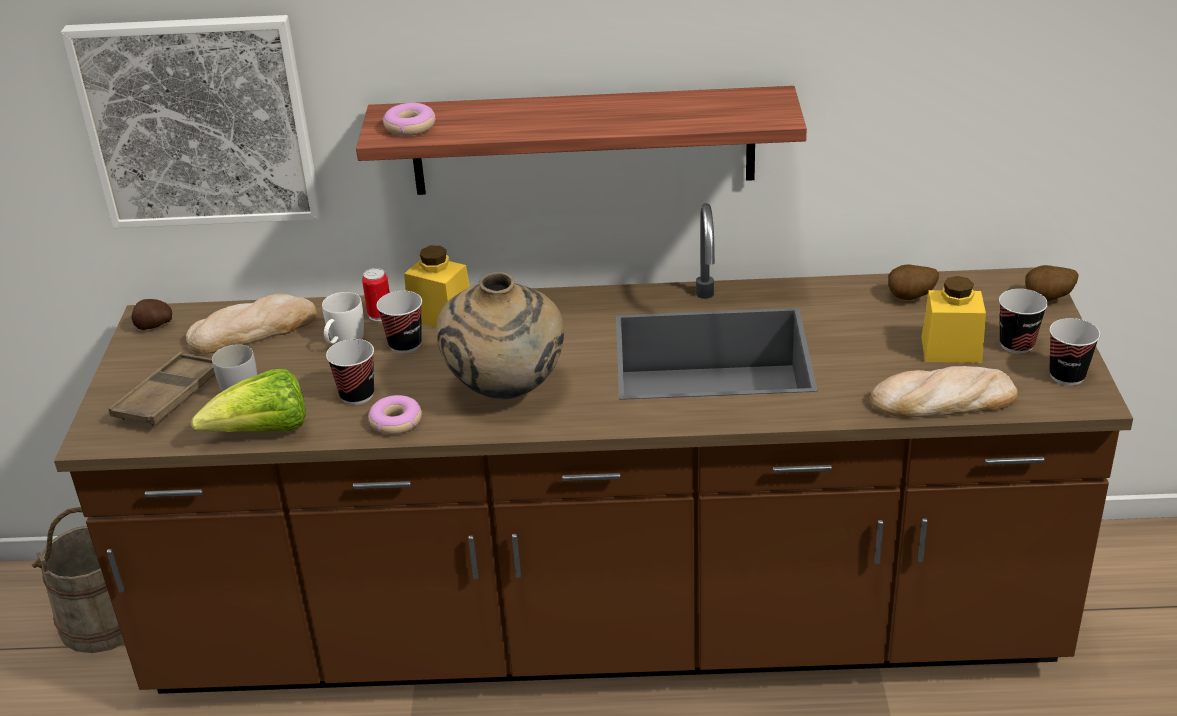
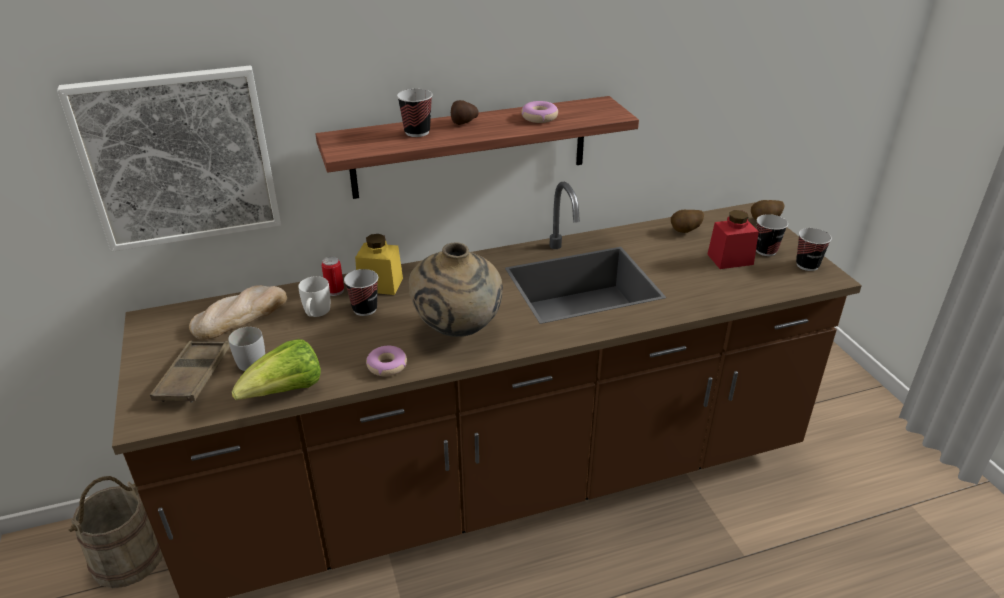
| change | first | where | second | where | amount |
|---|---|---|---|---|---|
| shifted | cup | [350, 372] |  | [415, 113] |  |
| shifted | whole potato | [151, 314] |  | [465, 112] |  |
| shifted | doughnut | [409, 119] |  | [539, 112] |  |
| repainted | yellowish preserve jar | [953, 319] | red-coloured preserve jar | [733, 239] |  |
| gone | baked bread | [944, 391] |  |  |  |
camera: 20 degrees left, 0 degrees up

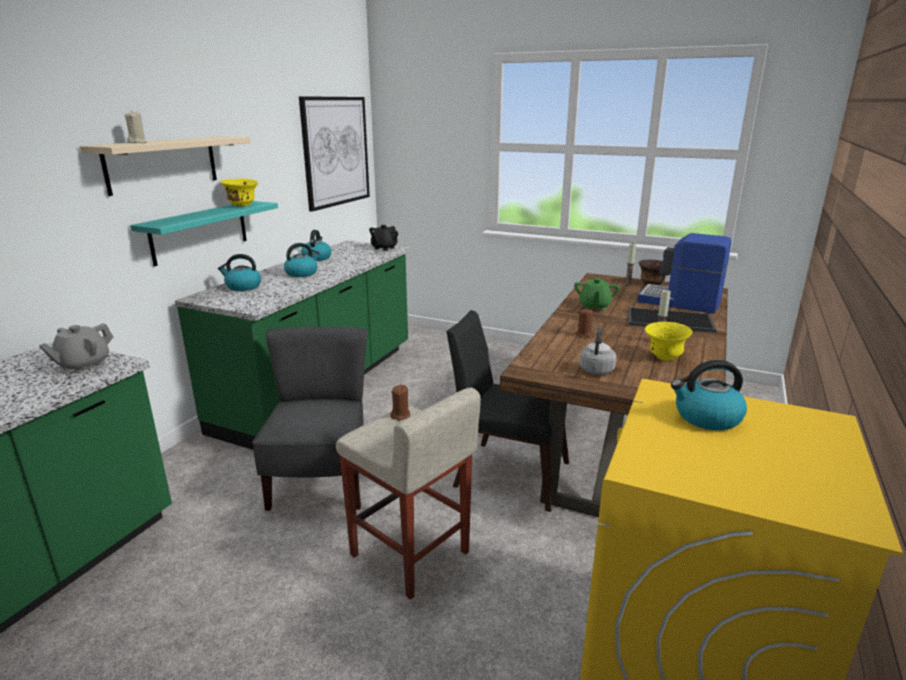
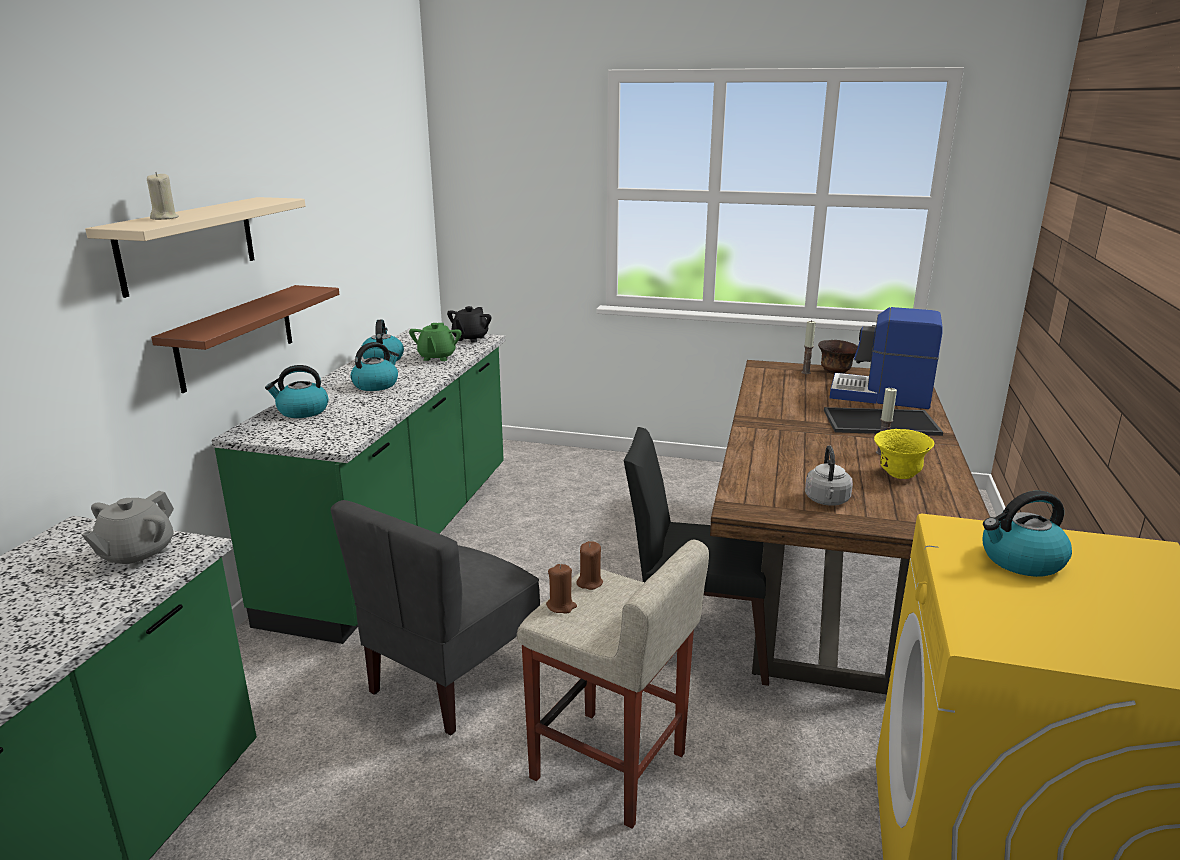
| change | first | where | second | where | amount |
|---|---|---|---|---|---|
| repainted | turquoise-coloured wall shelf | [204, 234] | brown wall shelf | [245, 339] |  |
| rotated | grey chair | [309, 419] |  | [435, 617] | 135 degrees counterclockwise |
| shifted | green-coloured teapot | [597, 294] |  | [435, 342] |  |
| shifted | brown candle | [584, 323] |  | [561, 588] |  |
| gone | yellowish serving bowl | [239, 192] |  |  |  |
| gone | picture | [334, 154] |  |  |  |
camera: 10 degrees left, 0 degrees up

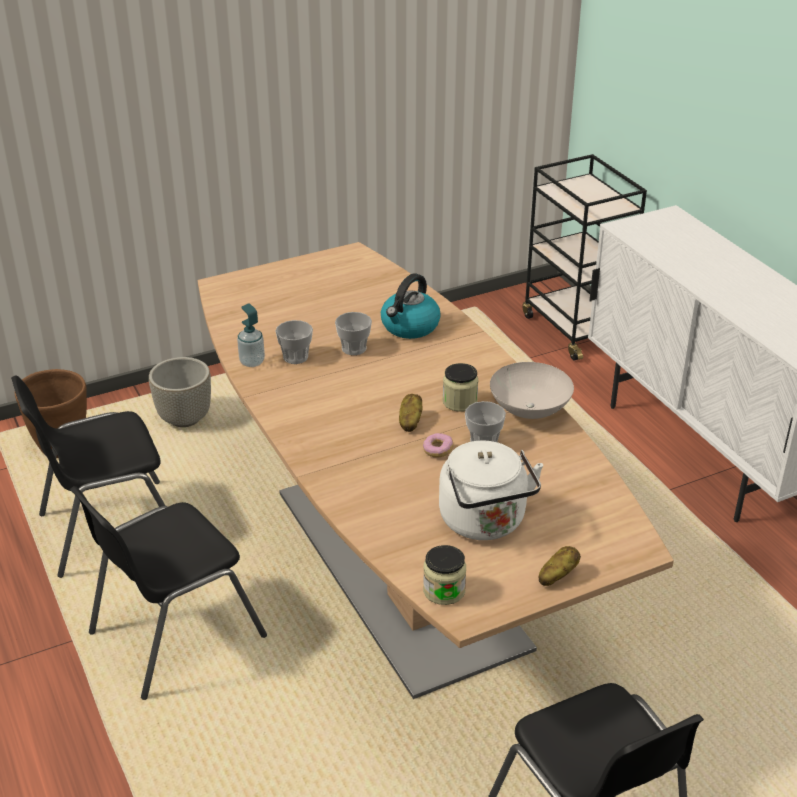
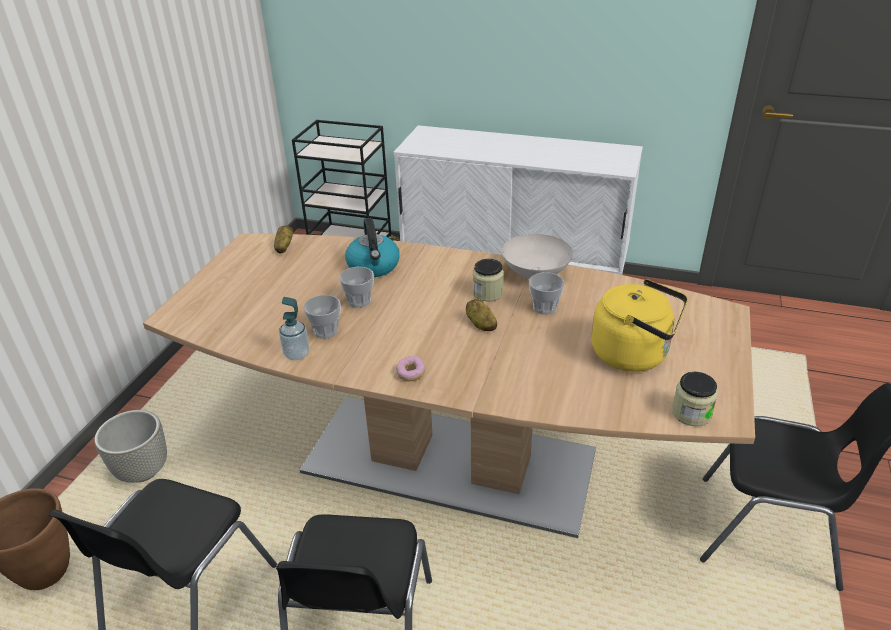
| change | first | where | second | where | amount |
|---|---|---|---|---|---|
| shifted | whole potato | [559, 566] |  | [283, 239] |  |
| shifted | doughnut | [438, 445] |  | [410, 368] |  |
| repainted | white-coloured tea kettle | [491, 490] | yellowish tea kettle | [639, 325] |  |
camera: 45 degrees left, 0 degrees up

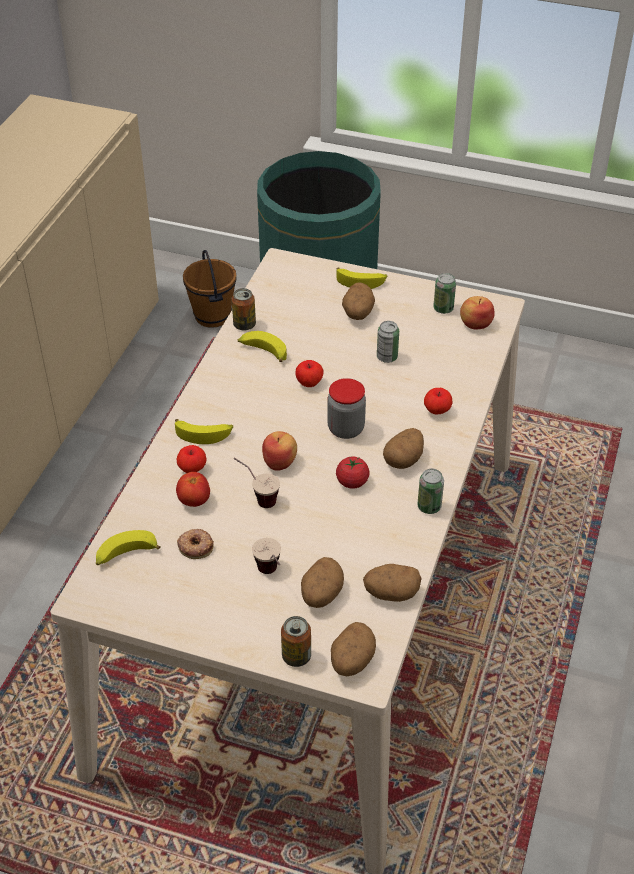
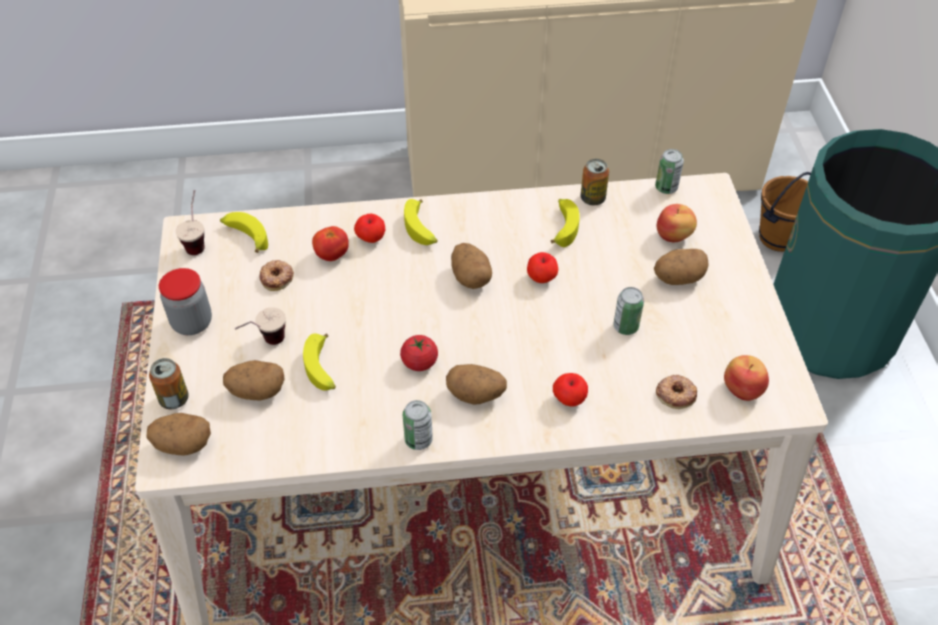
| change | first | where | second | where | amount |
|---|---|---|---|---|---|
| shifted | preserve jar | [346, 408] |  | [185, 301] |  |
| shifted | cup | [256, 483] |  | [190, 222] |  |
| shifted | whole banana | [361, 278] |  | [319, 362] |  |
| shifted | whole potato | [392, 583] |  | [471, 266] |  |
| shifted | metal can | [444, 293] |  | [669, 171] |  |
| new |  |  | doughnut | [676, 392] |  |
| shifted | whole apple | [279, 451] |  | [677, 223] |  |
camera: 65 degrees right, 5 degrees up

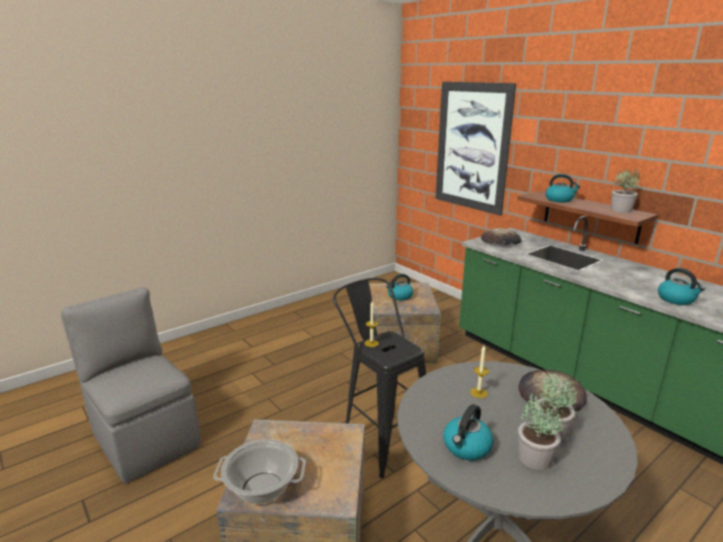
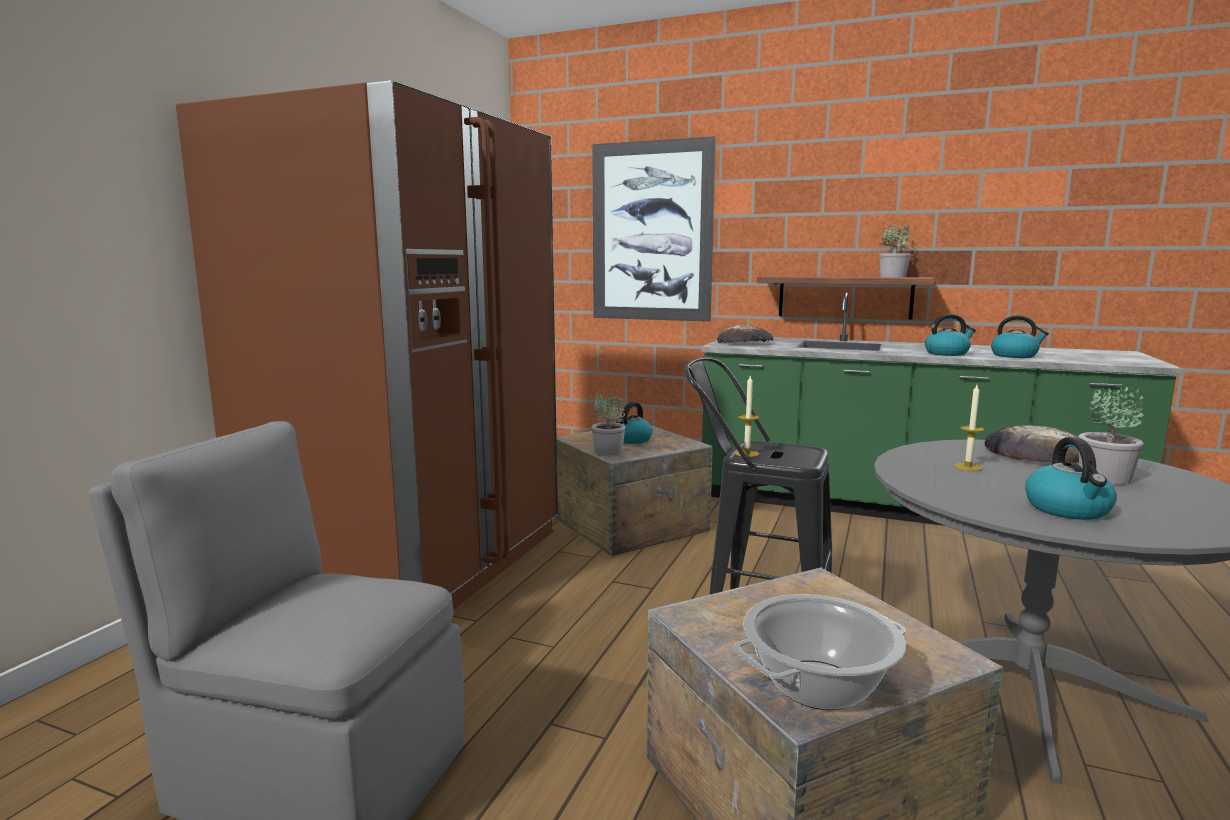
| change | first | where | second | where | amount |
|---|---|---|---|---|---|
| new |  |  | brown fridge | [367, 345] |  |
| shifted | houseplant | [540, 431] |  | [608, 423] |  |
| shifted | tea kettle | [563, 188] |  | [950, 335] |  |
camera: 30 degrees left, 10 degrees down

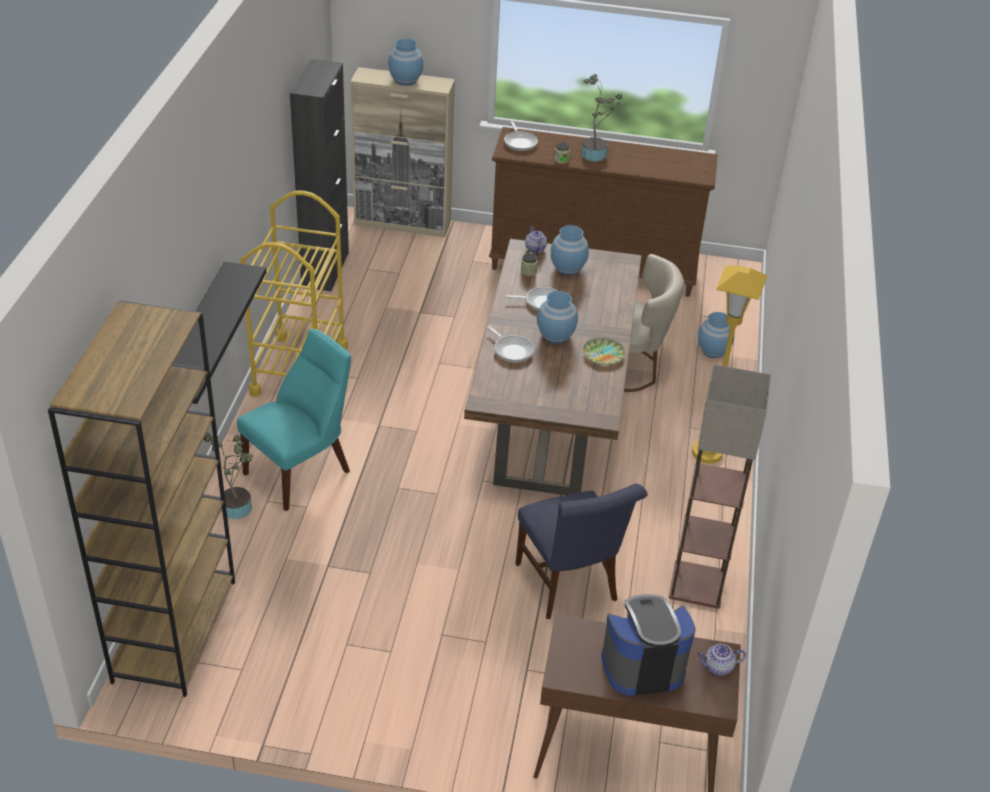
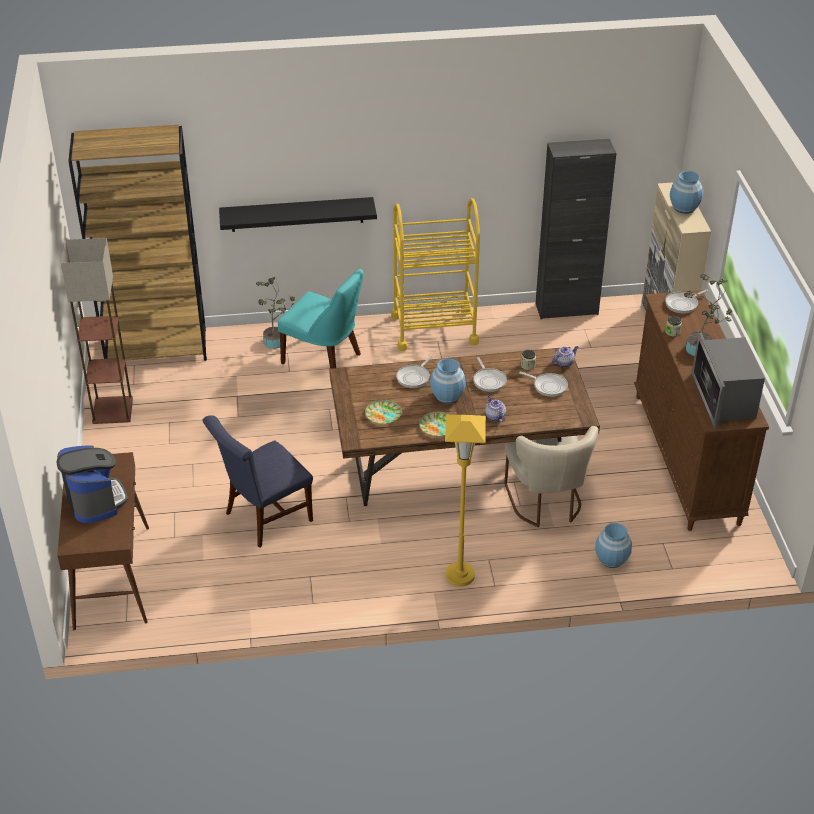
| change | first | where | second | where | amount |
|---|---|---|---|---|---|
| shifted | standing lamp | [720, 486] |  | [97, 331] |  |
| new |  |  | plate | [383, 412] |  |
| shifted | teapot | [721, 659] |  | [495, 408] |  |
| swapped | blue vase | [570, 250] | skillet | [543, 384] |  |
| new |  |  | microwave oven | [728, 380] |  |
camera: 75 degrees right, 0 degrees up

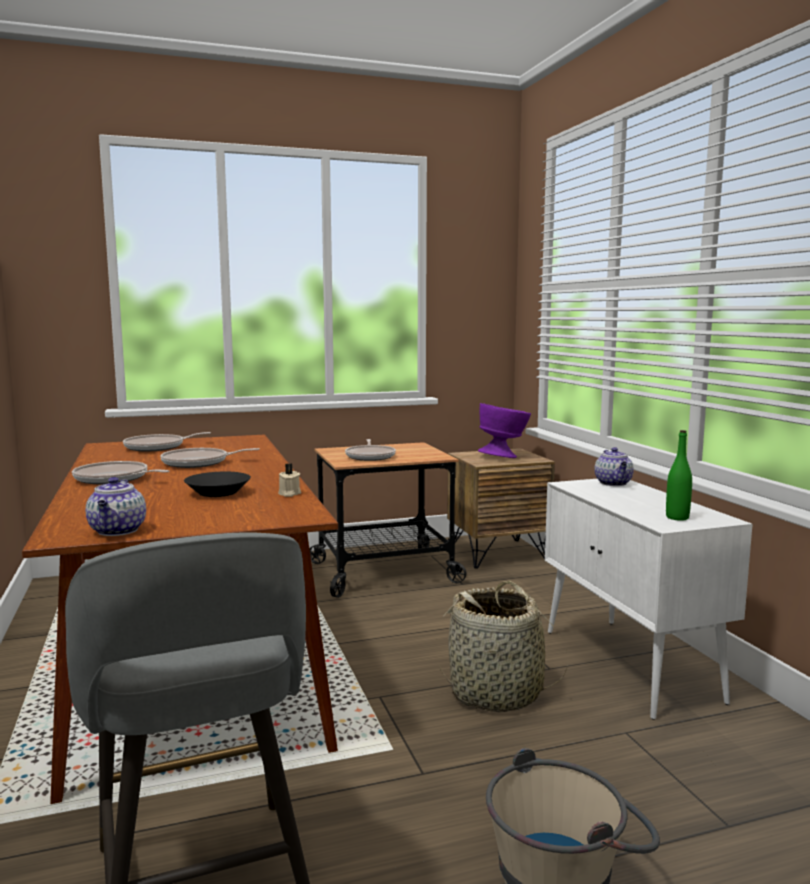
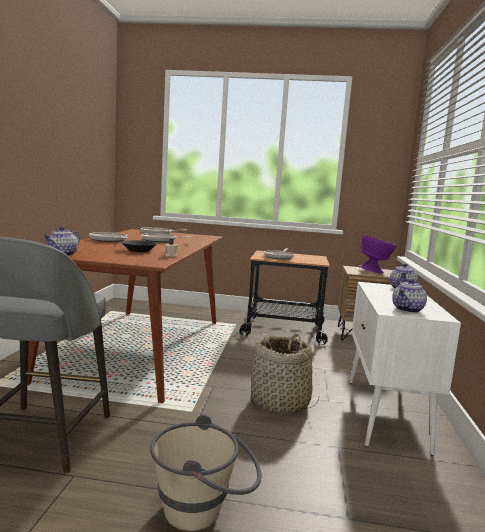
| change | first | where | second | where | amount |
|---|---|---|---|---|---|
| swapped | green-coloured bottle | [679, 475] | teapot | [409, 296] |  |
camera: 25 degrees right, 0 degrees up

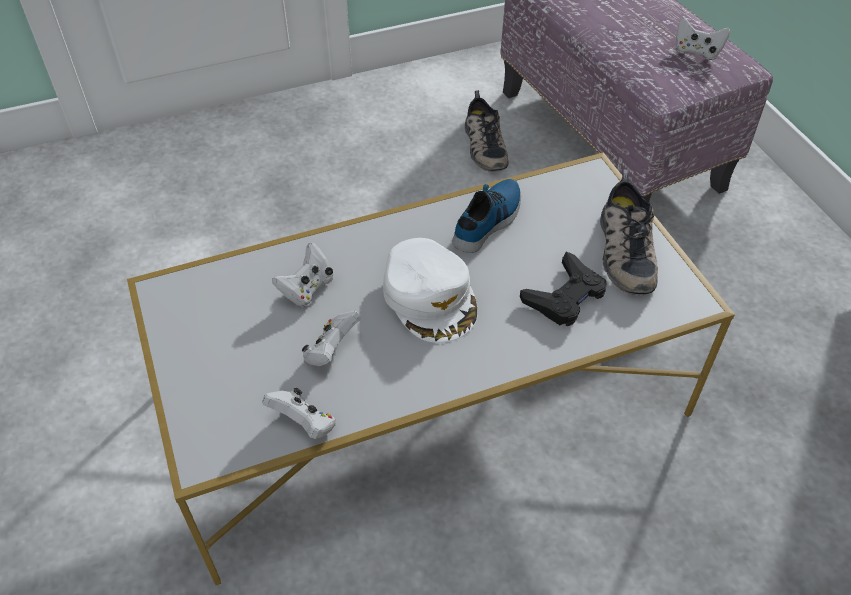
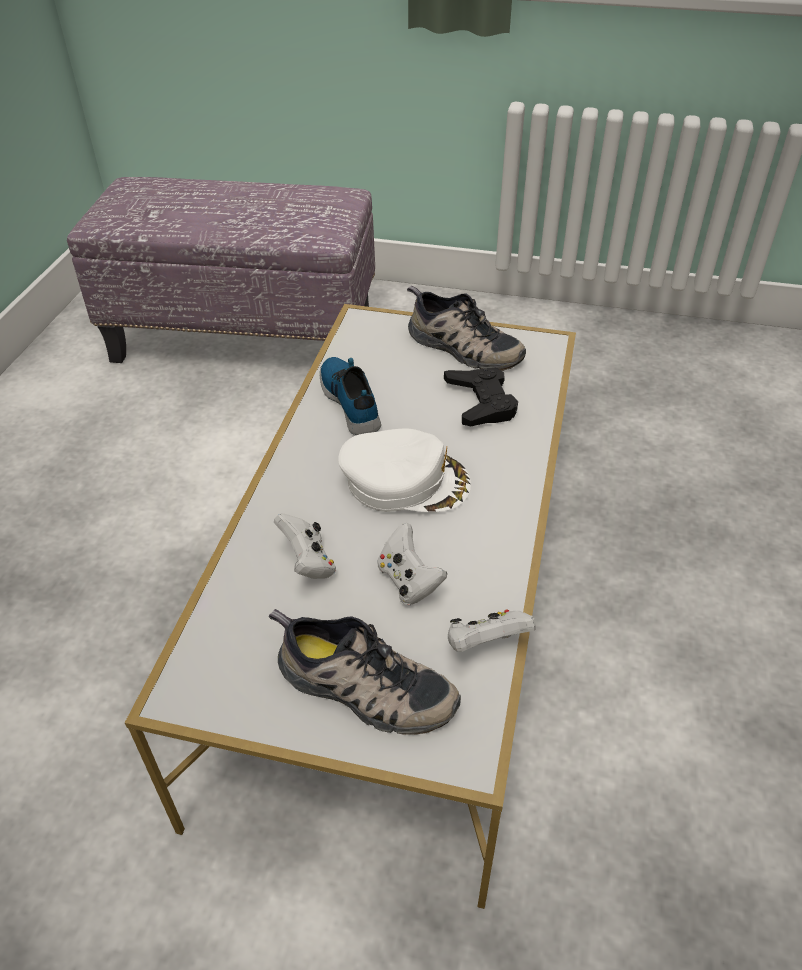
| change | first | where | second | where | amount |
|---|---|---|---|---|---|
| shifted | low shoe | [486, 131] |  | [365, 672] |  |
| gone | white-coloured game controller | [703, 38] |  |  |  |
camera: 55 degrees left, 5 degrees down

